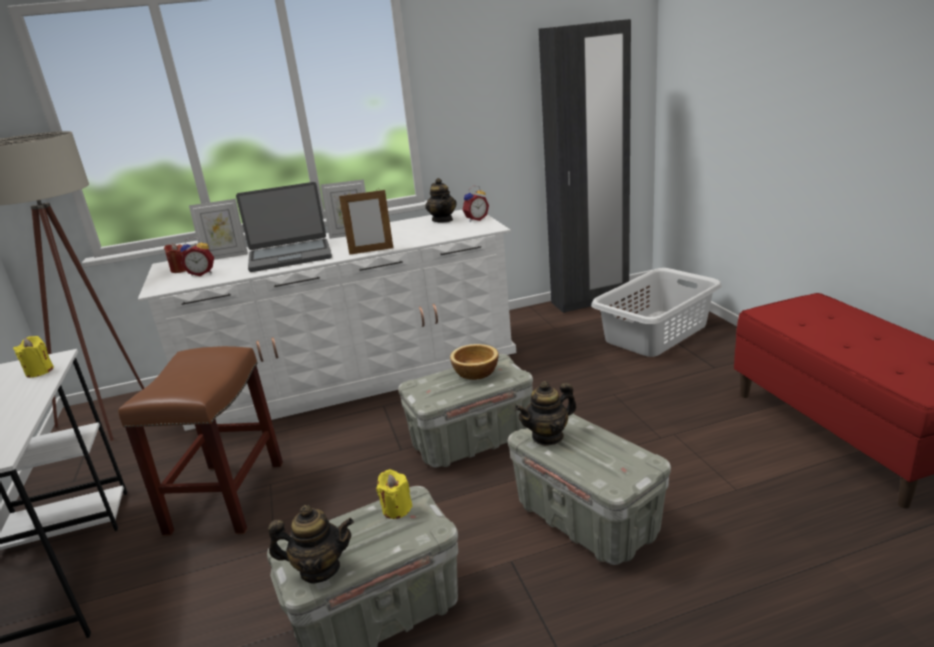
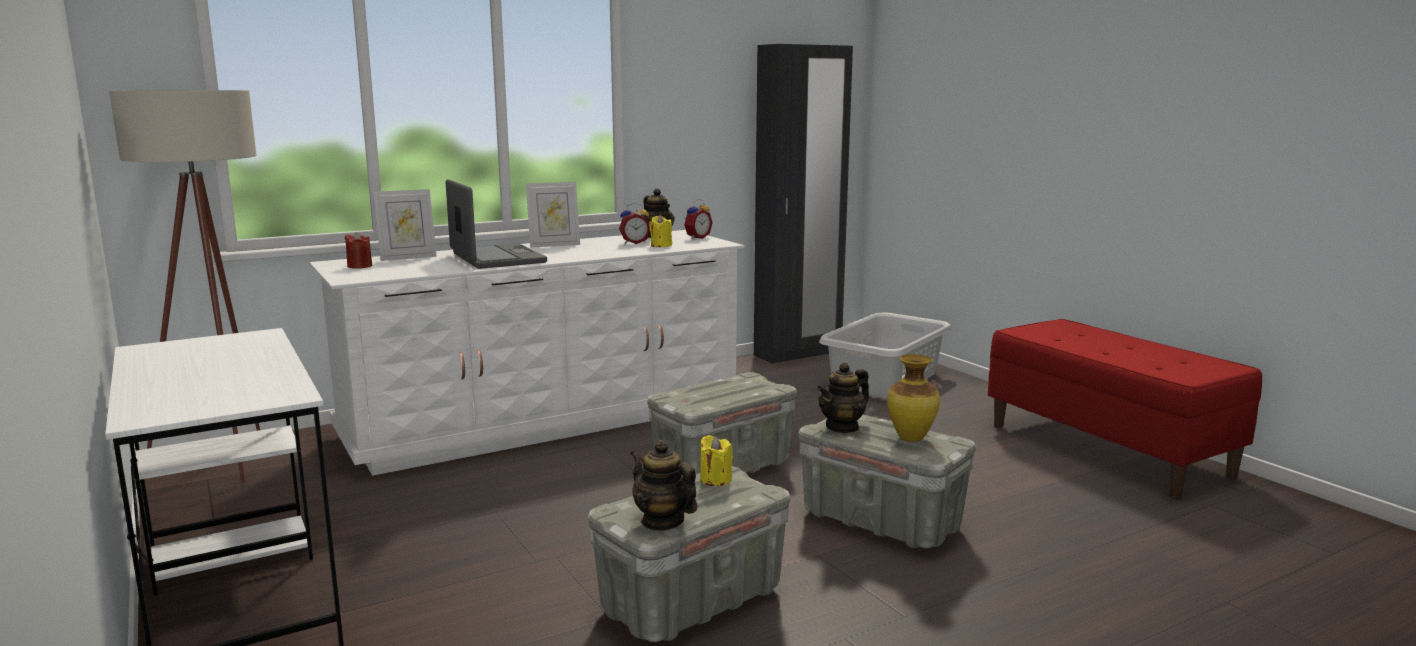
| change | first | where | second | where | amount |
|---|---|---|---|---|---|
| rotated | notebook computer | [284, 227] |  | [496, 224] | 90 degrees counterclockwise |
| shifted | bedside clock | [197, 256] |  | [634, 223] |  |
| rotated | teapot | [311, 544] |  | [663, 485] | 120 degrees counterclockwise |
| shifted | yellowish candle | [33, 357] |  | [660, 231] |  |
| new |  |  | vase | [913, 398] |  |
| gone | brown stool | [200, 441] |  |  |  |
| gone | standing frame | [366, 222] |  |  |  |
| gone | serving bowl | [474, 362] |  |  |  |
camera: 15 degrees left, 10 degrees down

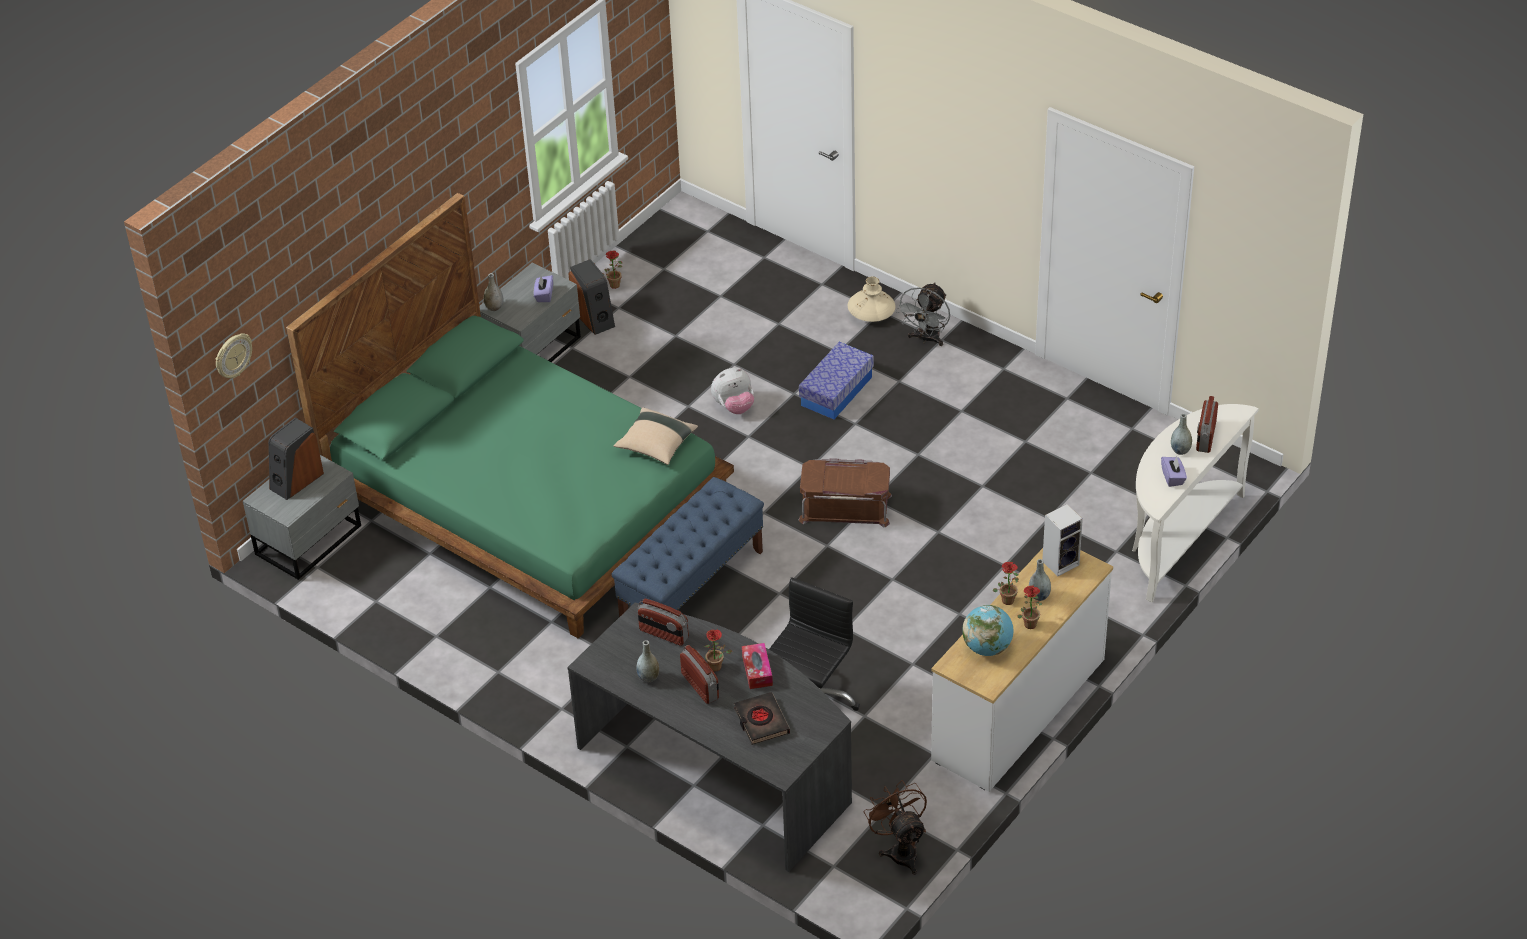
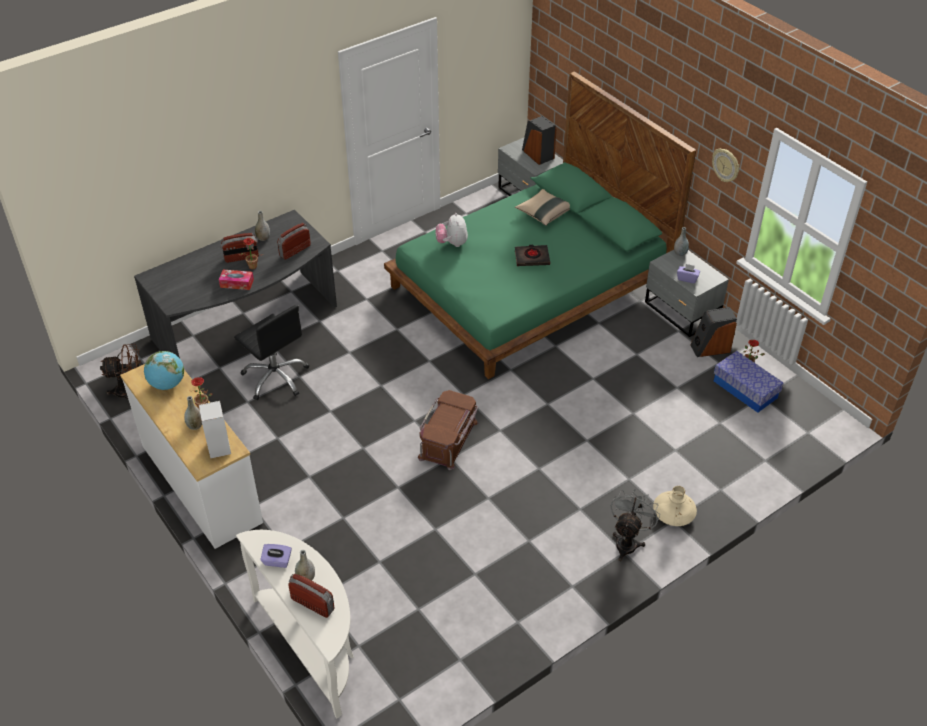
| change | first | where | second | where | amount |
|---|---|---|---|---|---|
| shifted | cuddly toy | [732, 391] |  | [451, 230] |  |
| shifted | beige-coloured pillow | [656, 436] |  | [542, 207] |  |
| shifted | black bound book | [762, 718] |  | [532, 255] |  |
| rotated | grey fan | [923, 314] |  | [635, 525] | 75 degrees clockwise |
| shifted | clock on the wall | [234, 355] |  | [725, 165] |  |
| shifted | storage box | [836, 380] |  | [749, 382] |  |
| gone | blue long seat | [687, 547] |  |  |  |
| gone | houseplant | [1029, 607] |  |  |  |
camera: 105 degrees right, 0 degrees up

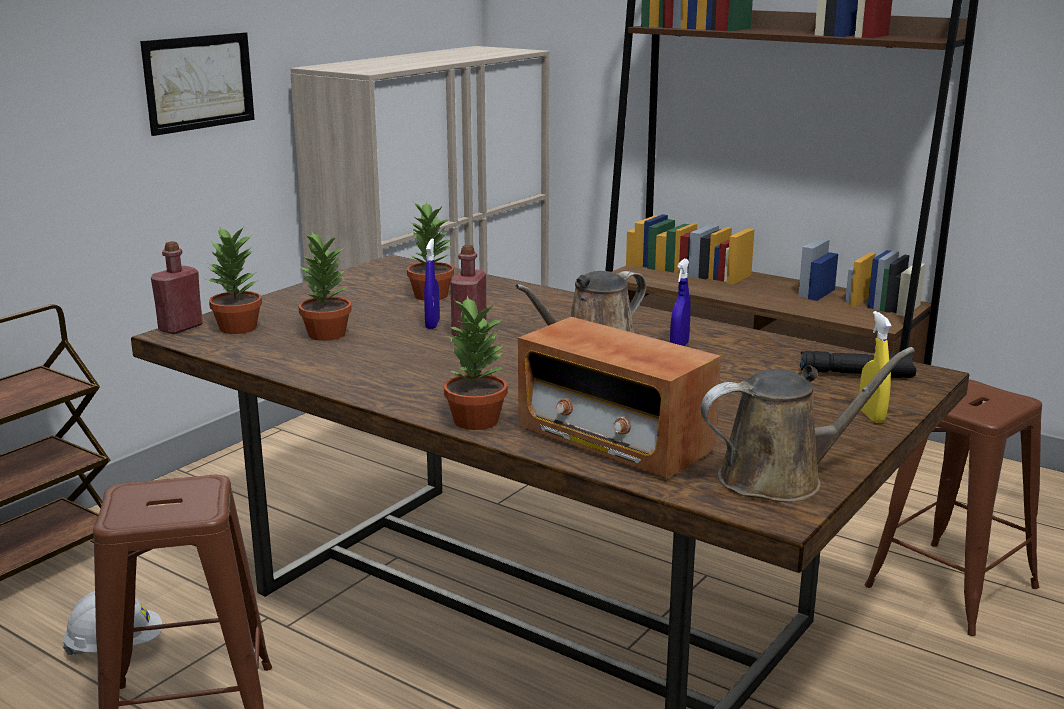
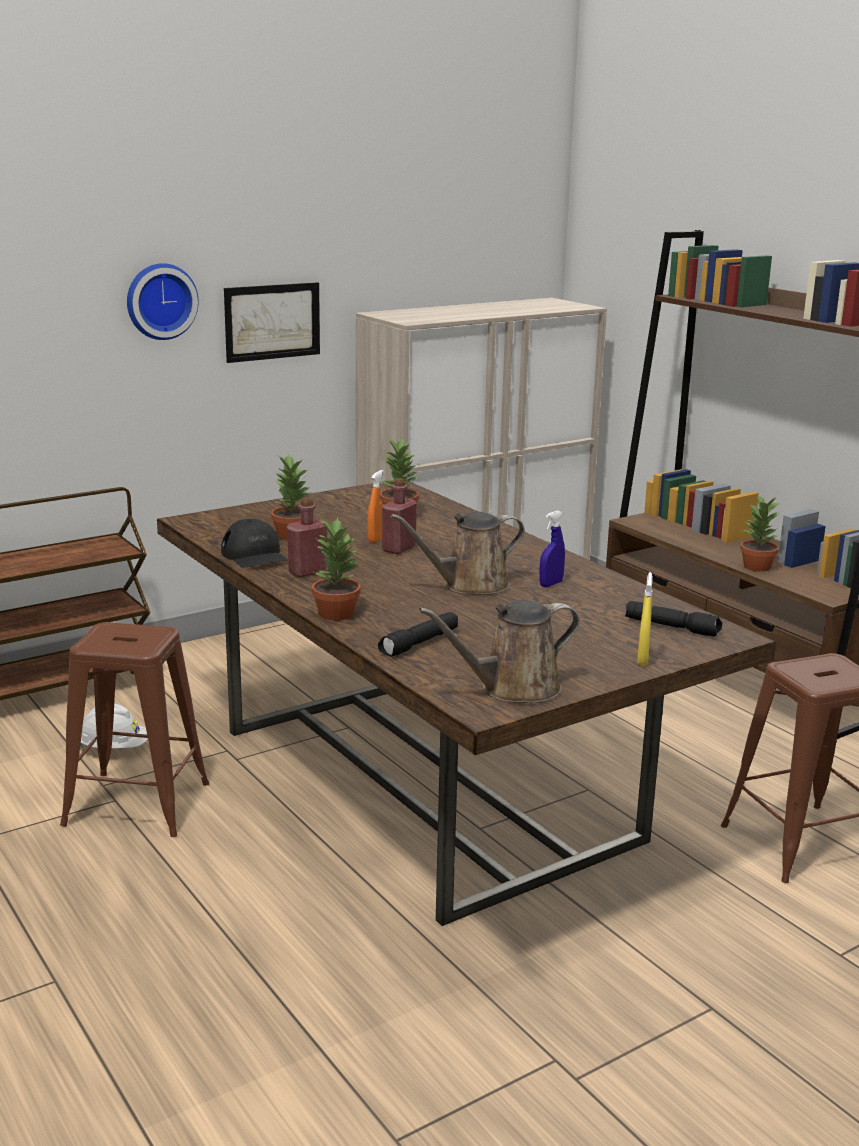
| change | first | where | second | where | amount |
|---|---|---|---|---|---|
| new |  |  | clock on the wall | [163, 301] |  |
| new |  |  | black baseball cap | [254, 543] |  |
| shifted | red-coloured bottle | [177, 287] |  | [307, 537] |  |
| repainted | blue spray bottle | [432, 284] | orange-coloured spray bottle | [376, 506] |  |
| swapped | radio set | [619, 398] | black hand torch | [418, 634] |  |
| rotated | brown sprinkling can | [808, 424] |  | [499, 651] | 150 degrees clockwise |
| shifted | houseplant | [234, 280] |  | [760, 533] |  |
camera: 20 degrees right, 0 degrees up

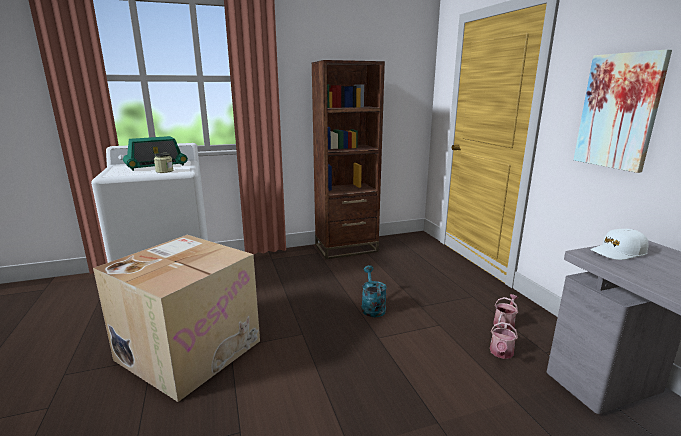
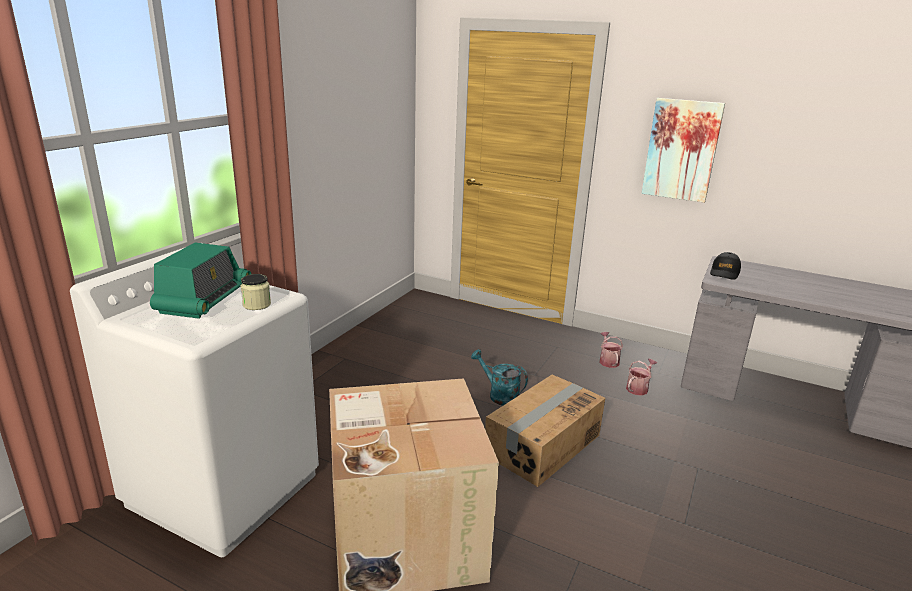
| change | first | where | second | where | amount |
|---|---|---|---|---|---|
| new |  |  | cardboard box | [545, 431] |  |
| rotated | sprinkling can | [504, 340] |  | [641, 377] | 120 degrees counterclockwise |
| repainted | white-coloured baseball cap | [619, 244] | black baseball cap | [725, 266] |  |
| gone | brown shelving unit | [348, 159] |  |  |  |
camera: 45 degrees left, 5 degrees up

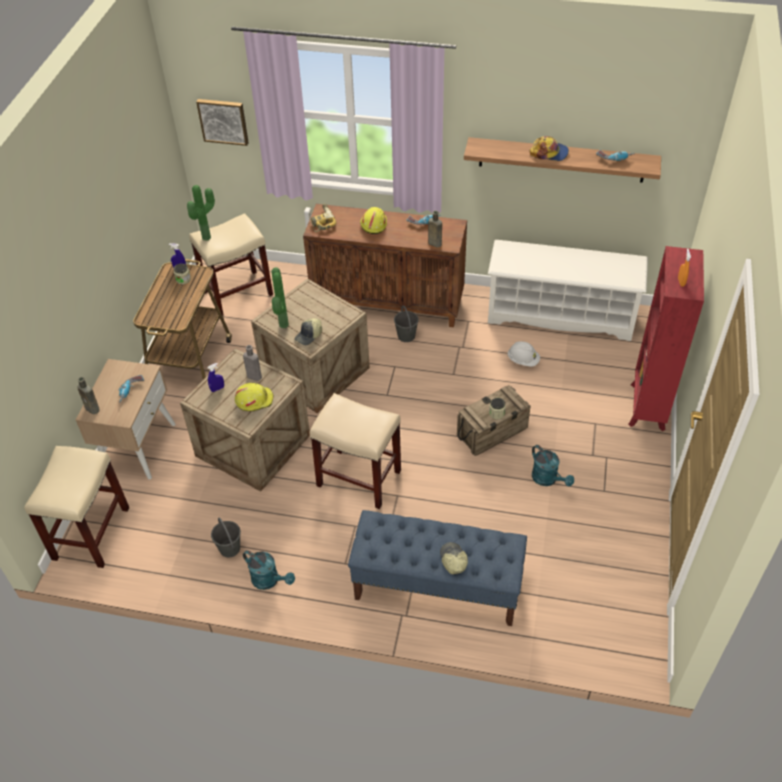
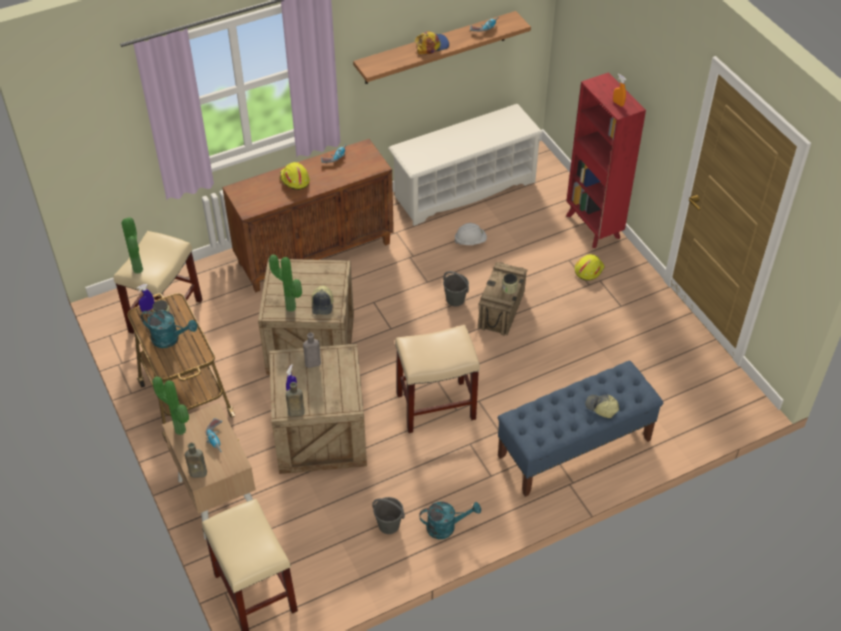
| change | first | where | second | where | amount |
|---|---|---|---|---|---|
| shifted | turquoise-coloured sprinkling can | [553, 465] |  | [169, 329] |  |
| new |  |  | houseplant | [170, 406] |  |
| shifted | brown bottle | [435, 229] |  | [295, 399] |  |
| shifted | grey bucket | [406, 323] |  | [456, 288] |  |
| shifted | yellowish work helmet | [254, 397] |  | [590, 267] |  |
| gone | picture | [222, 122] |  |  |  |
| gone | drill | [323, 218] |  |  |  |
camera: 40 degrees left, 0 degrees up

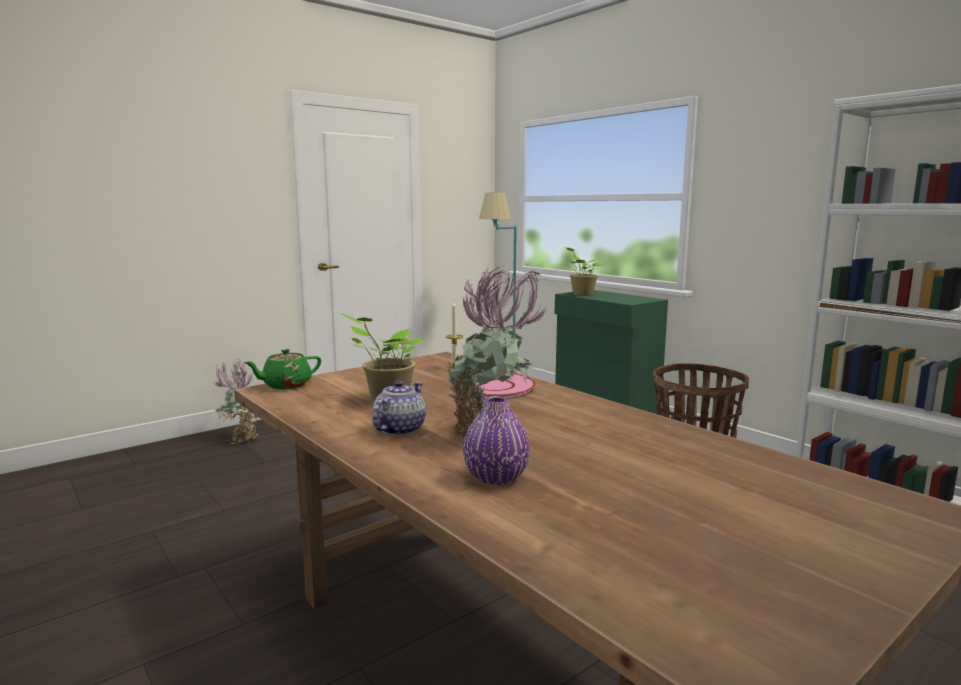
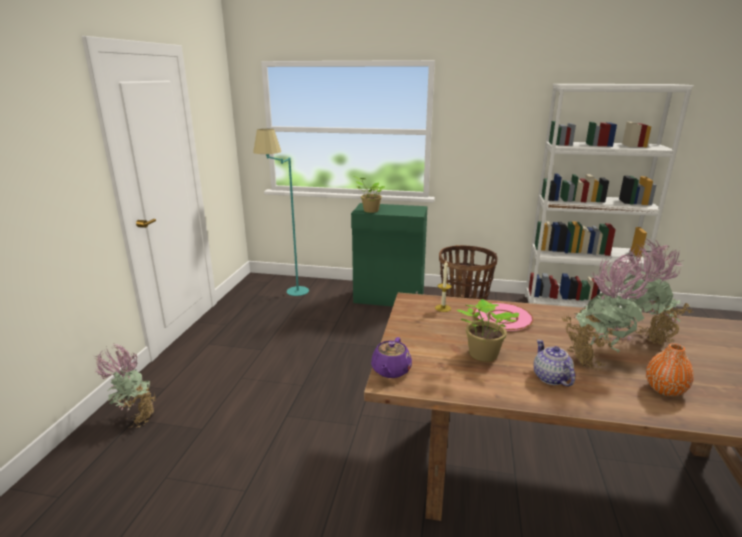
| change | first | where | second | where | amount |
|---|---|---|---|---|---|
| repainted | green-coloured teapot | [282, 369] | purple teapot | [391, 357] |  |
| new |  |  | houseplant | [657, 293] |  |
| repainted | purple vase | [496, 440] | orange-coloured vase | [670, 369] |  |
camera: 40 degrees left, 10 degrees up

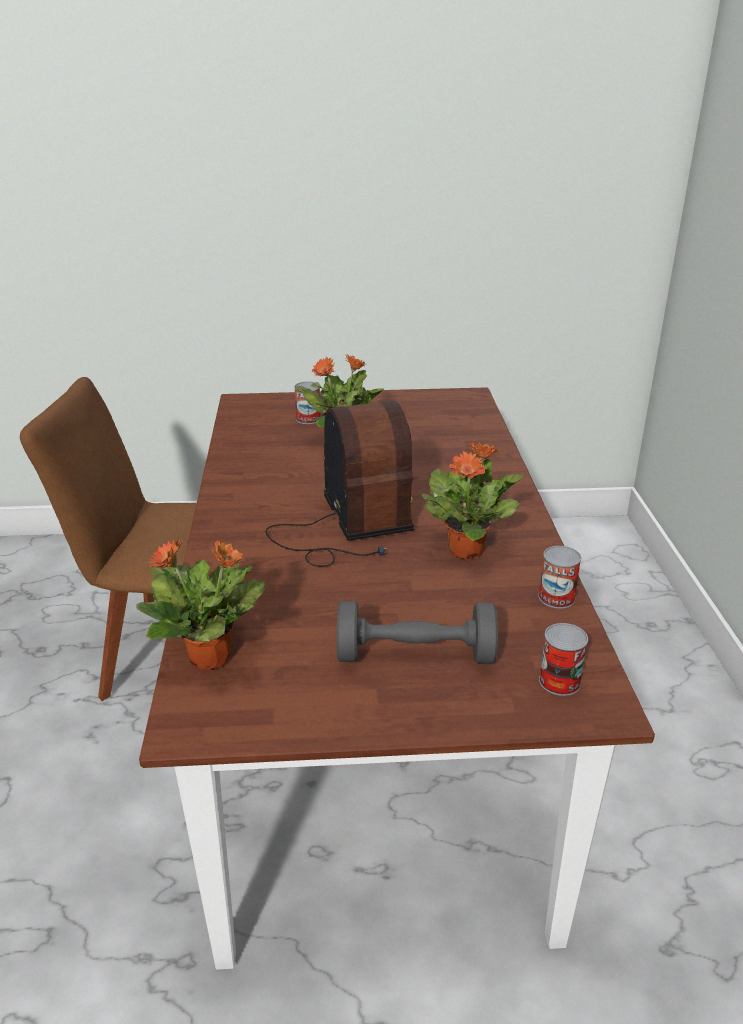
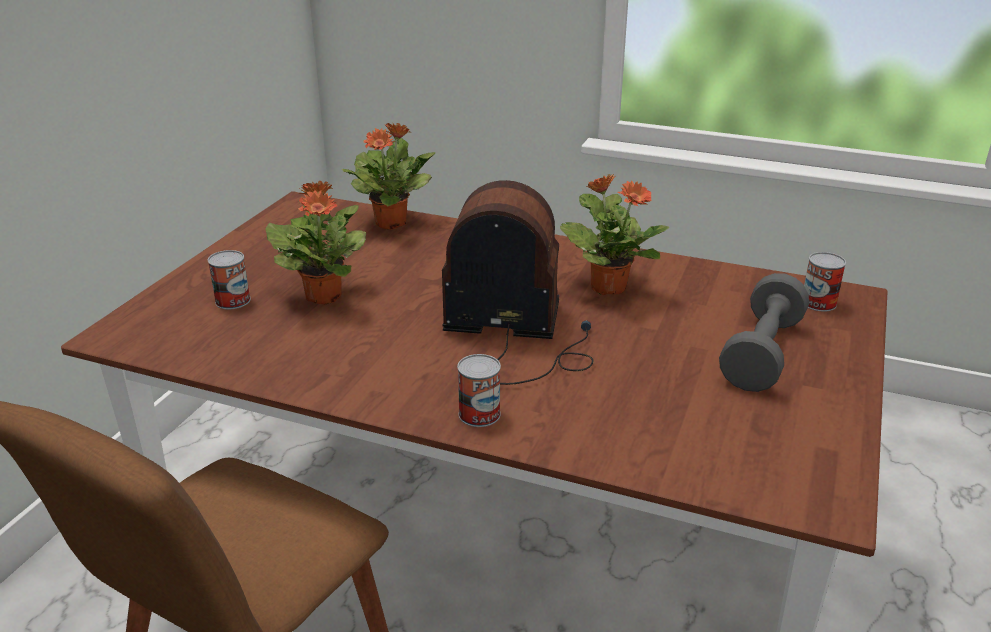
| change | first | where | second | where | amount |
|---|---|---|---|---|---|
| shifted | houseplant | [200, 604] |  | [388, 176] |  |
| shifted | metal can | [559, 577] |  | [479, 390] |  |
camera: 65 degrees left, 0 degrees up

